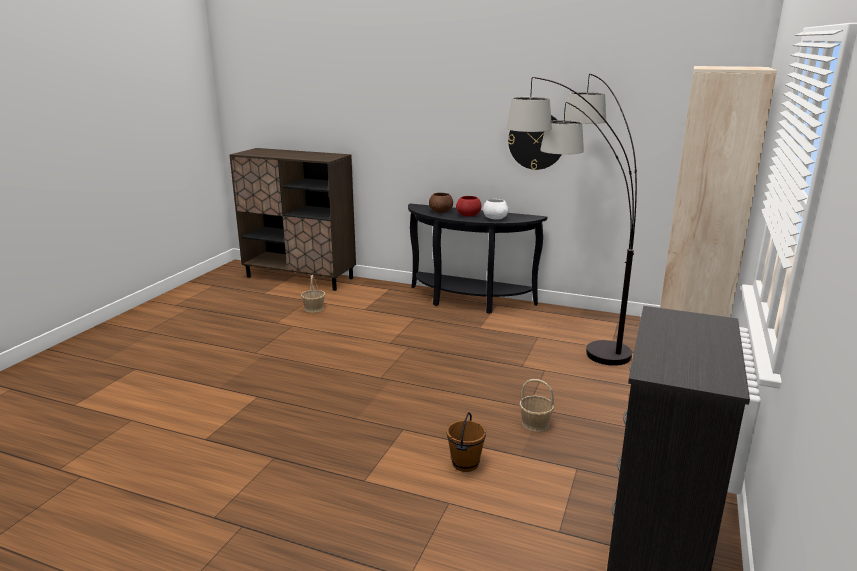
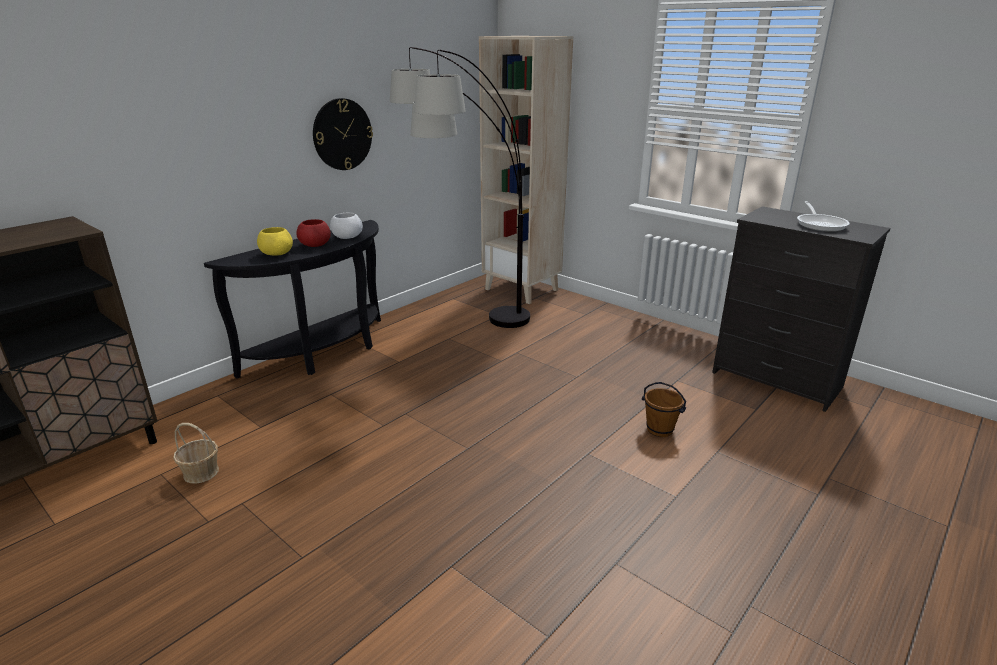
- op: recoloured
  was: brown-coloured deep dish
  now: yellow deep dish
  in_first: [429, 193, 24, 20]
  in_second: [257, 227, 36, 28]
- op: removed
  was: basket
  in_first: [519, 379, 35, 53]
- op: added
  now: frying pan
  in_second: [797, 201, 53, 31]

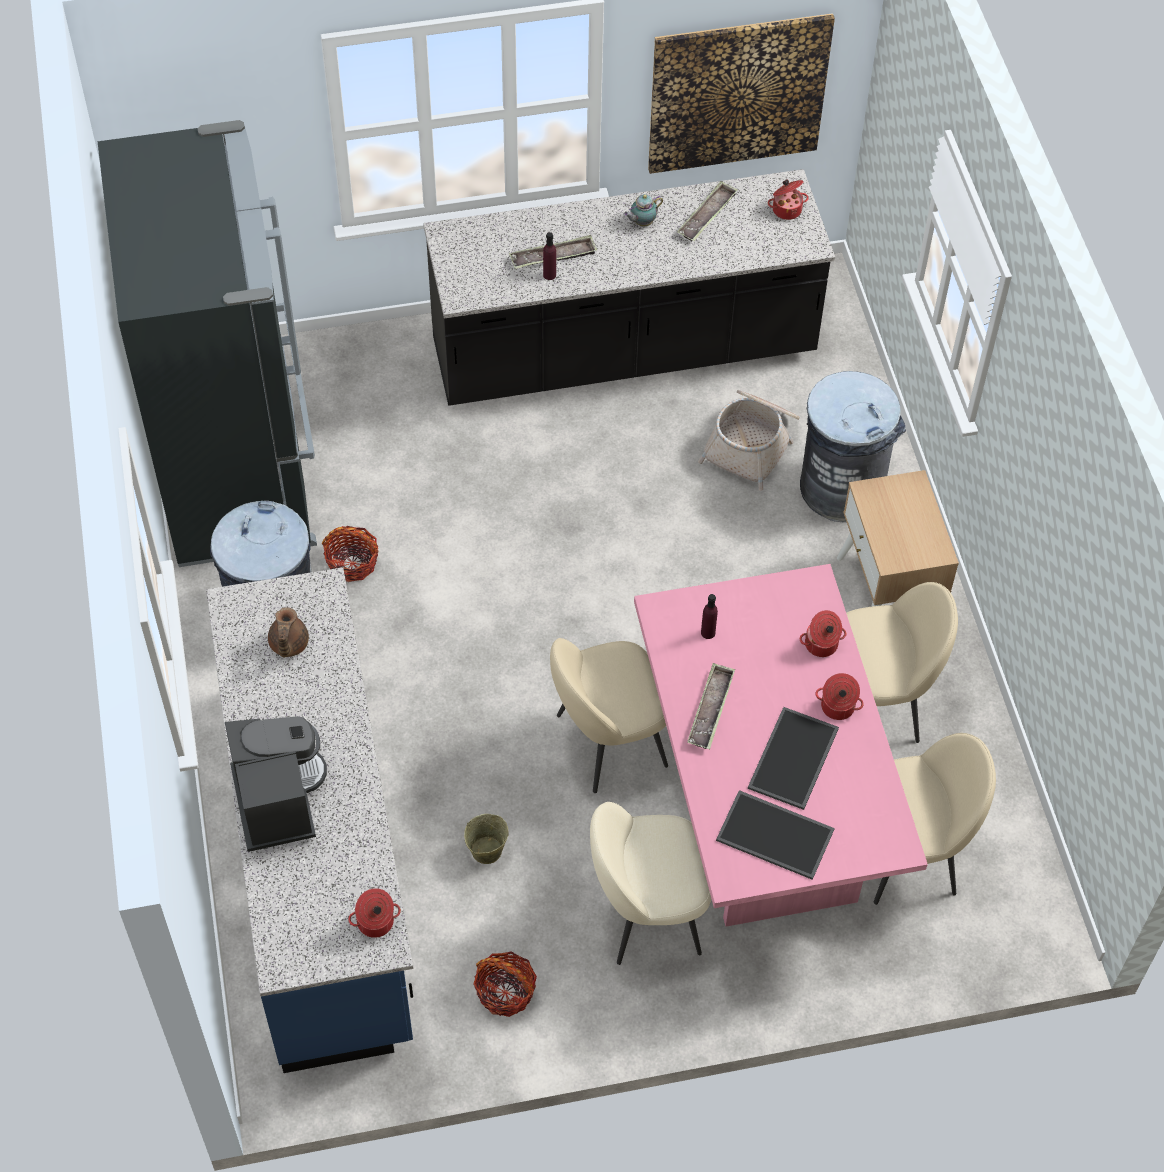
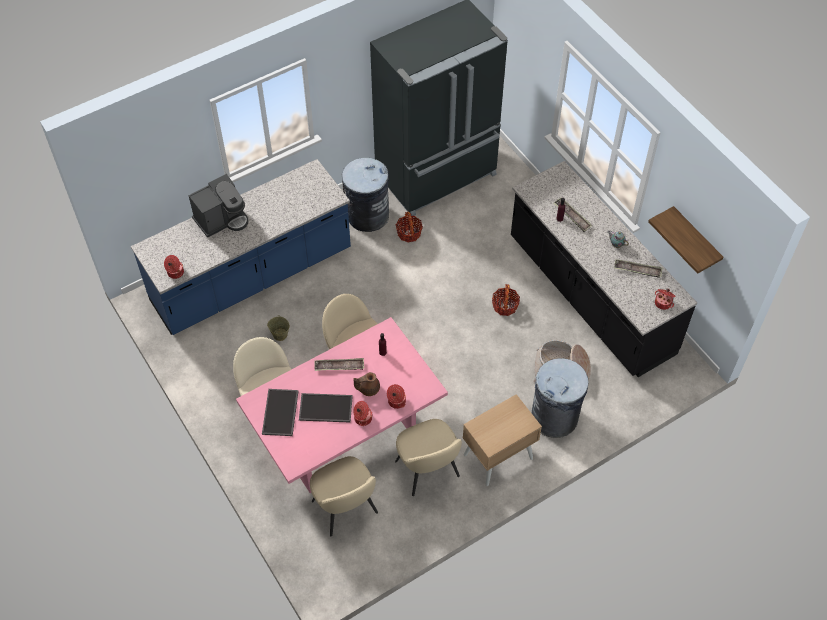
- op: replaced
  was: wall art
  now: bracket shelf
  in_first: [648, 13, 187, 161]
  in_second: [648, 206, 75, 68]
- op: moved
  was: brown-coloured tea pot
  in_first: [268, 607, 41, 50]
  in_second: [354, 372, 26, 24]
- op: moved
  was: basket
  in_first: [473, 951, 64, 66]
  in_second: [492, 284, 28, 32]

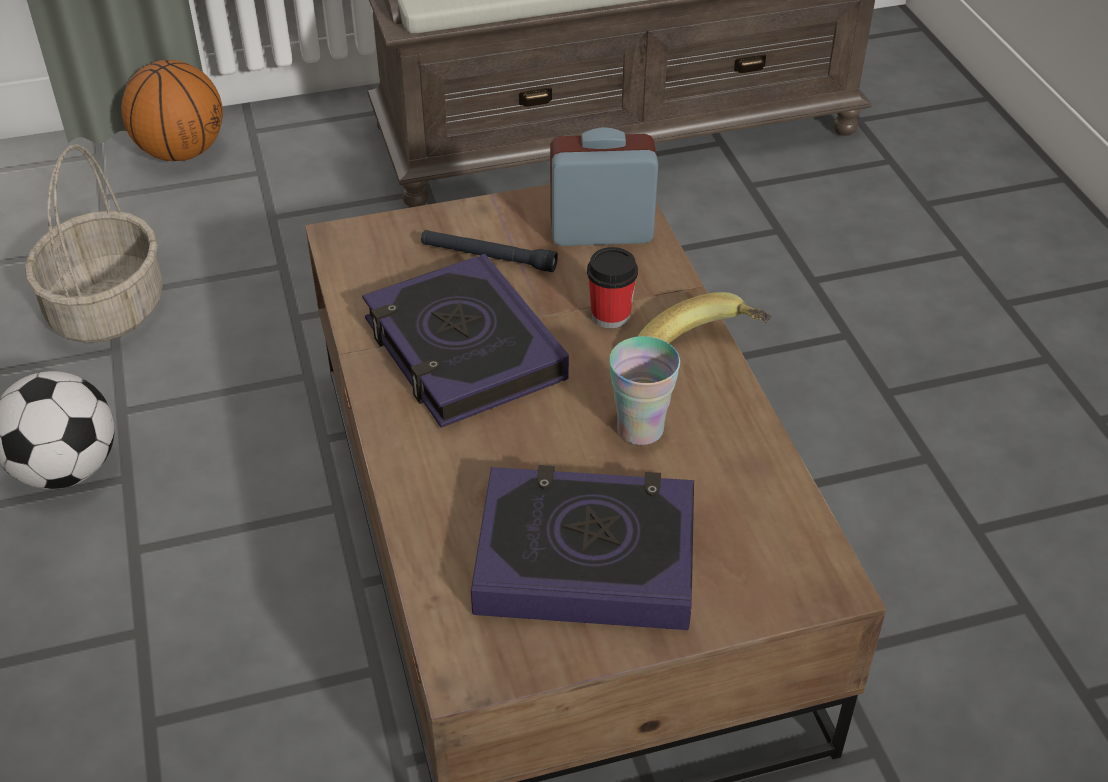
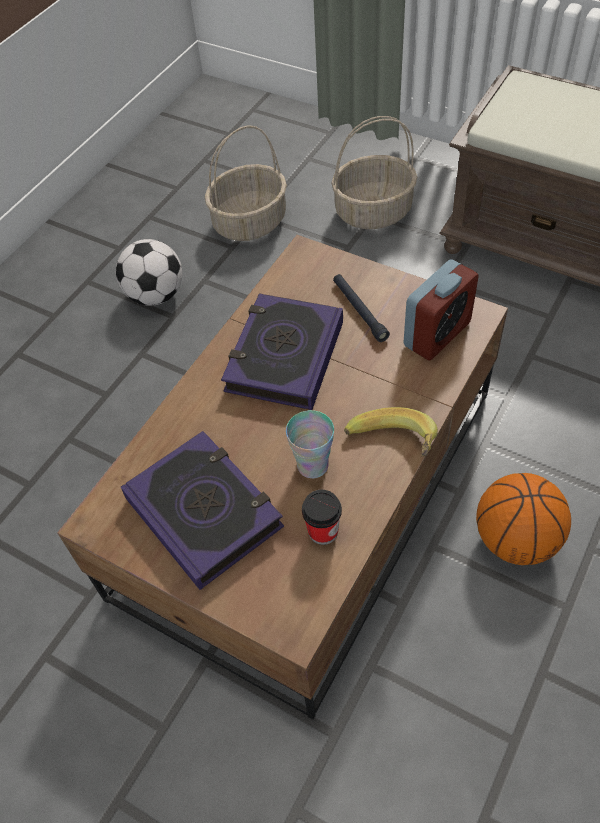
- op: moved
  was: basketball ball
  in_first: [121, 60, 102, 101]
  in_second: [476, 473, 95, 92]
- op: turned
  was: alarm clock
  in_first: [550, 127, 108, 119]
  in_second: [403, 259, 76, 102]
  clockwise: 90
- op: moved
  was: small cup
  in_first: [587, 247, 51, 81]
  in_second: [302, 490, 40, 55]
- op: added
  now: basket
  in_second: [331, 116, 86, 113]

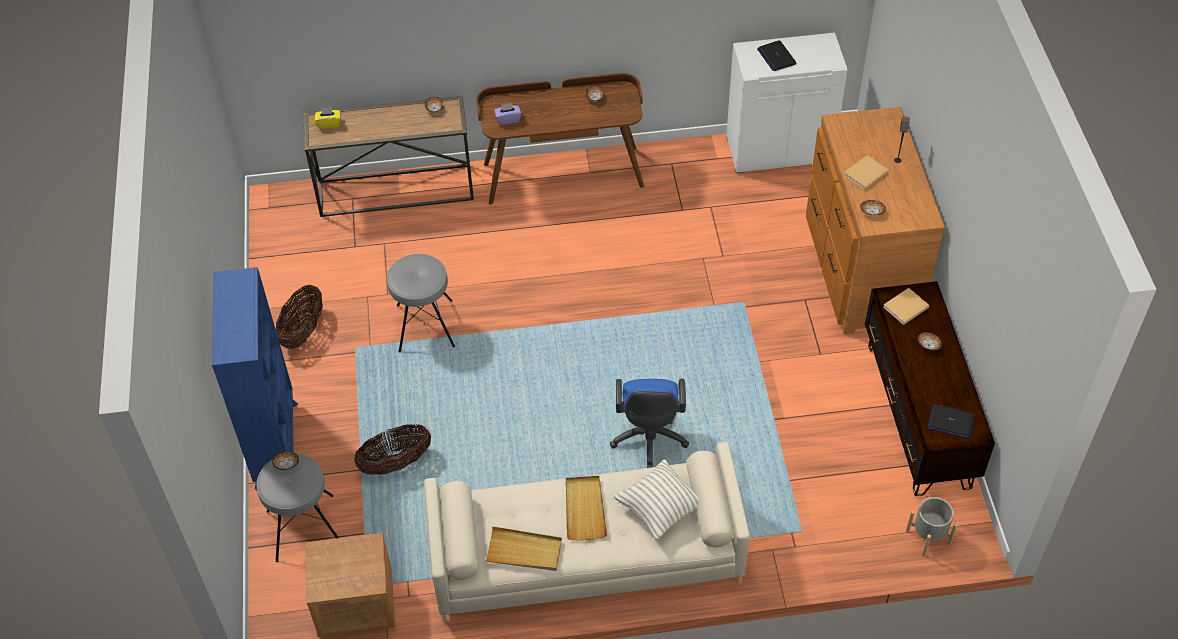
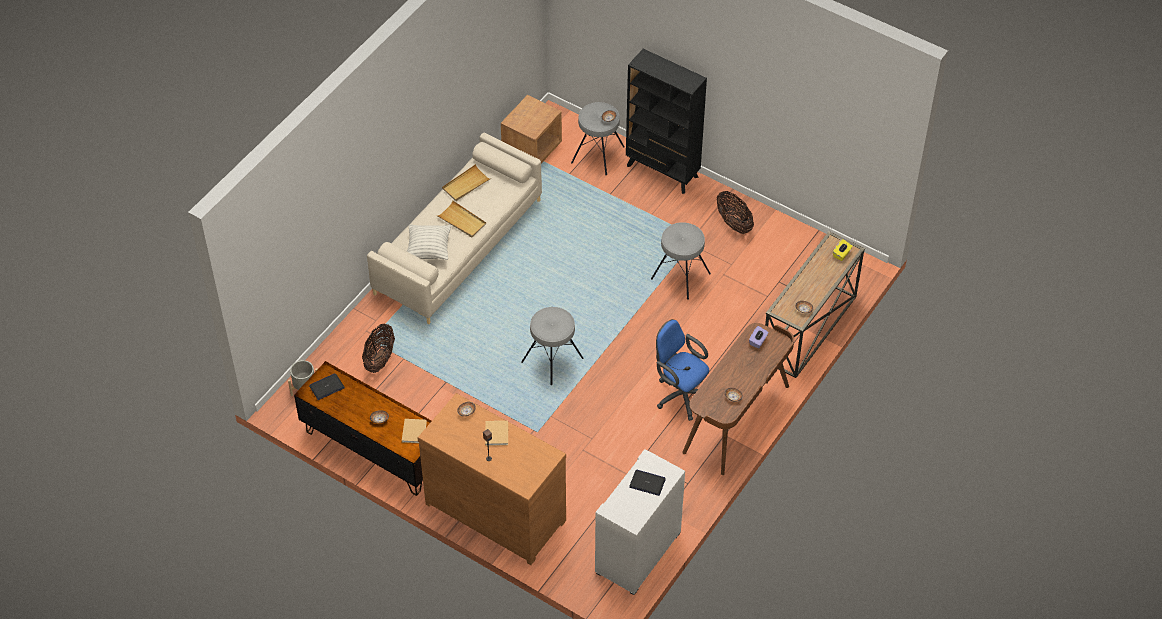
- op: recoloured
  was: bluish bookshelf
  now: black-coloured bookshelf
  in_first: [212, 267, 86, 223]
  in_second: [626, 49, 81, 145]
- op: moved
  was: bluish computer chair
  in_first: [610, 379, 79, 89]
  in_second: [656, 319, 53, 102]
- op: moved
  was: basket
  in_first: [354, 424, 77, 51]
  in_second: [362, 324, 33, 49]
- op: added
  now: grey stool
  in_second: [521, 307, 62, 78]

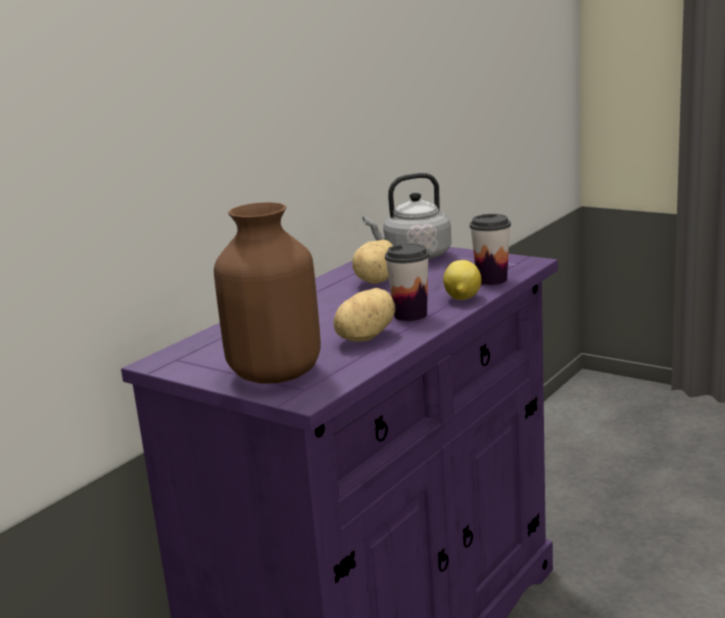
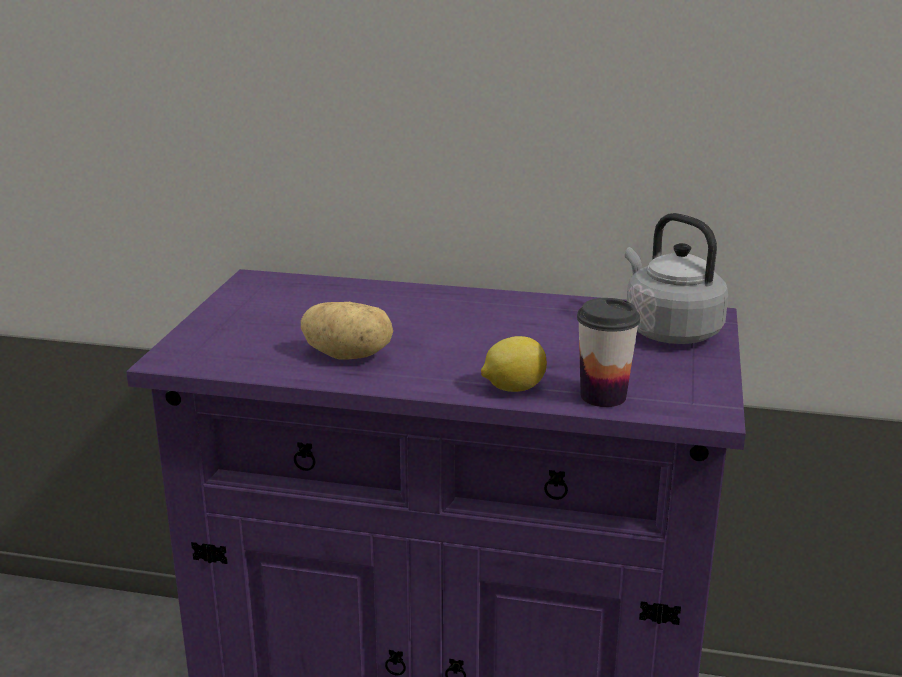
- op: removed
  was: brown-coloured flower vase
  in_first: [214, 202, 107, 182]
- op: removed
  was: potato
  in_first: [352, 240, 41, 44]
- op: removed
  was: small cup
  in_first: [385, 243, 44, 78]

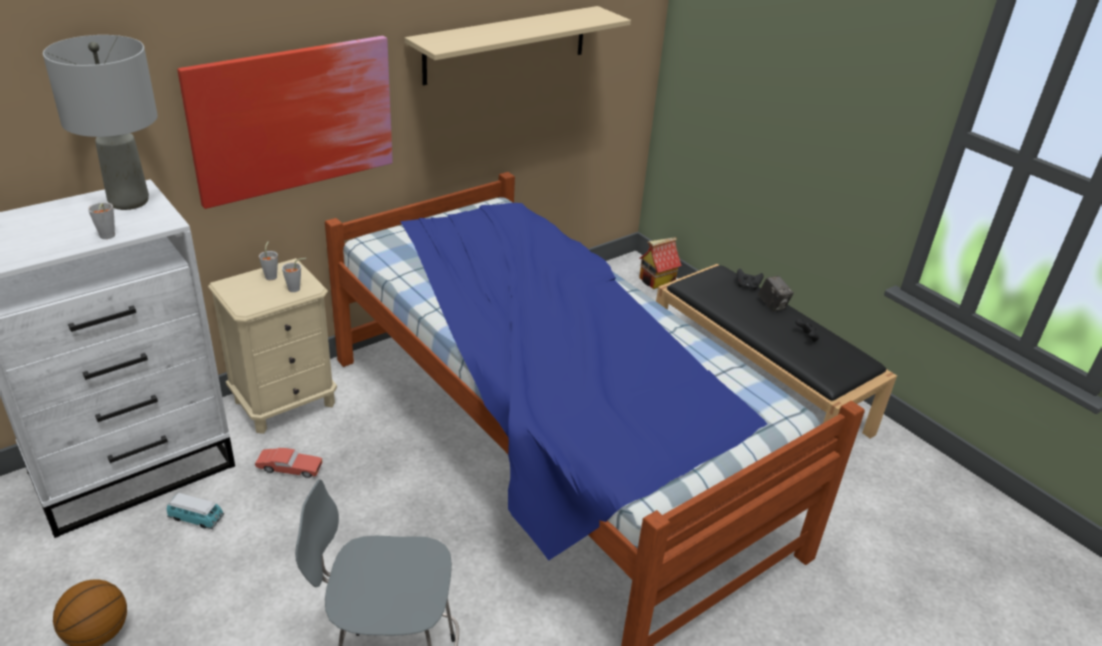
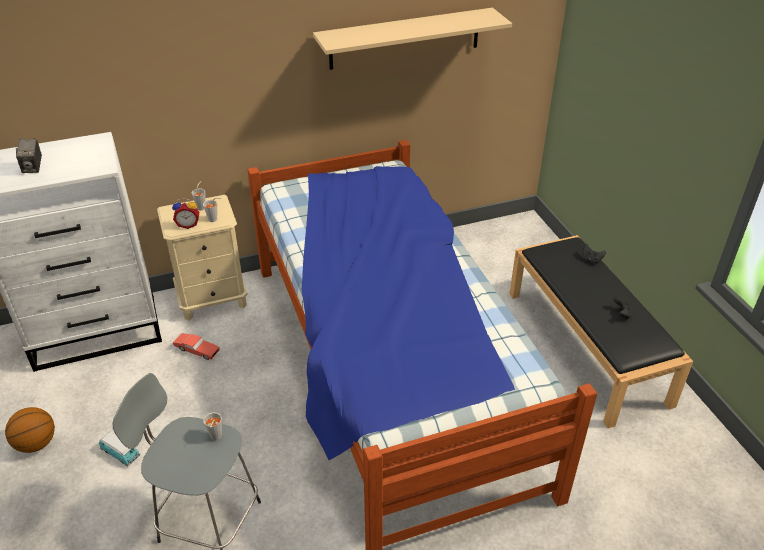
- op: removed
  was: grey tabletop lamp
  in_first: [43, 35, 115, 175]
- op: removed
  was: wall art
  in_first: [177, 36, 216, 173]
- op: moved
  was: grey small cup
  in_first: [88, 202, 27, 37]
  in_second: [203, 412, 19, 28]
- op: removed
  was: miniature house
  in_first: [639, 237, 43, 52]
- op: moved
  was: photo camera
  in_first: [758, 276, 36, 36]
  in_second: [16, 139, 26, 34]
- op: moved
  was: toy car
  in_first: [167, 493, 57, 36]
  in_second: [99, 432, 41, 35]
- op: added
  now: alarm clock
  in_second: [172, 198, 27, 31]

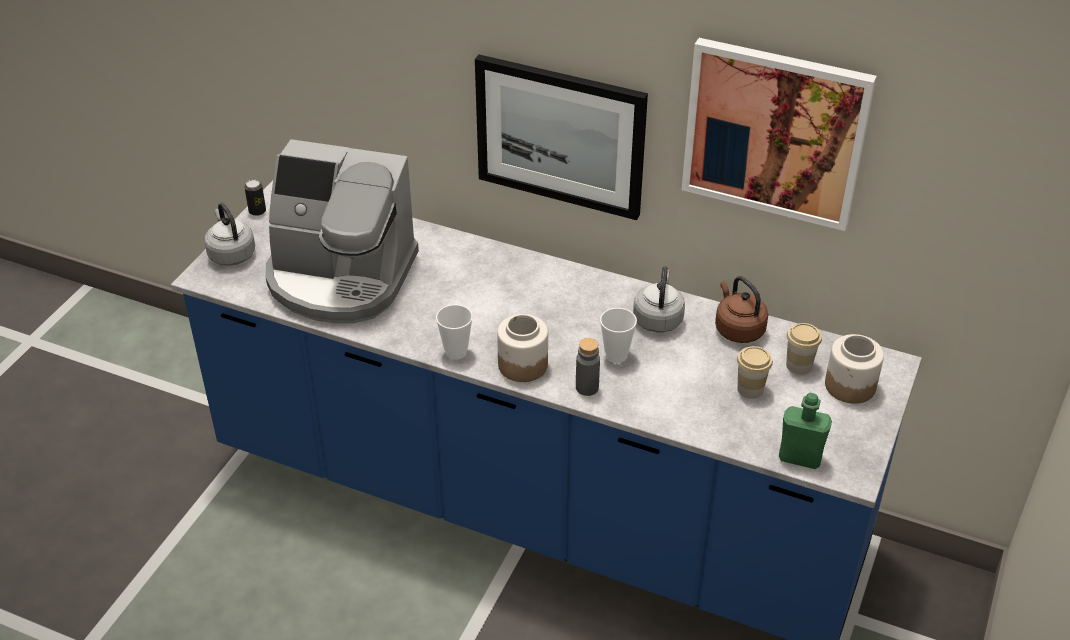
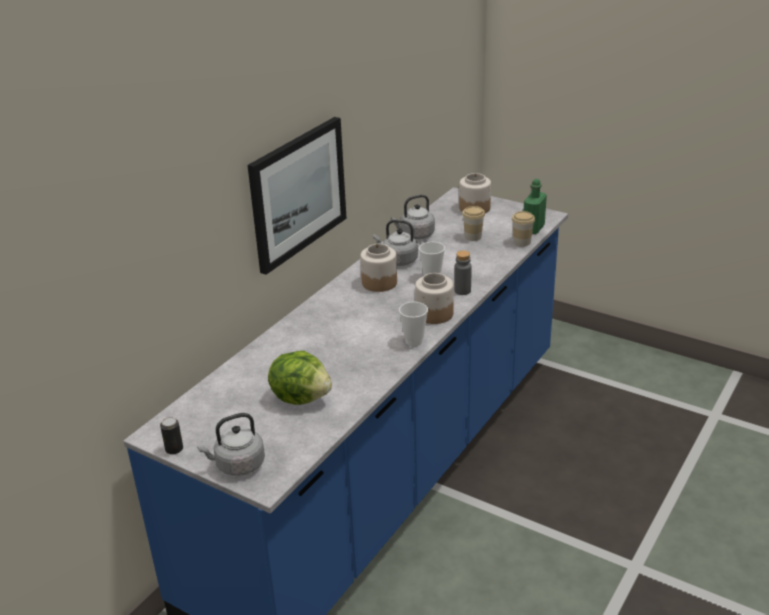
- op: removed
  was: wall art
  in_first: [682, 38, 195, 193]
- op: replaced
  was: coffee machine
  now: head of lettuce
  in_first: [266, 139, 153, 184]
  in_second: [268, 351, 64, 54]
- op: recoloured
  was: brown-coloured kettle
  now: grey kettle
  in_first: [715, 276, 53, 67]
  in_second: [391, 195, 44, 44]
- op: moved
  was: small cup
  in_first: [786, 323, 36, 52]
  in_second: [512, 211, 23, 36]
- op: added
  now: preserve jar
  in_second: [360, 244, 37, 48]

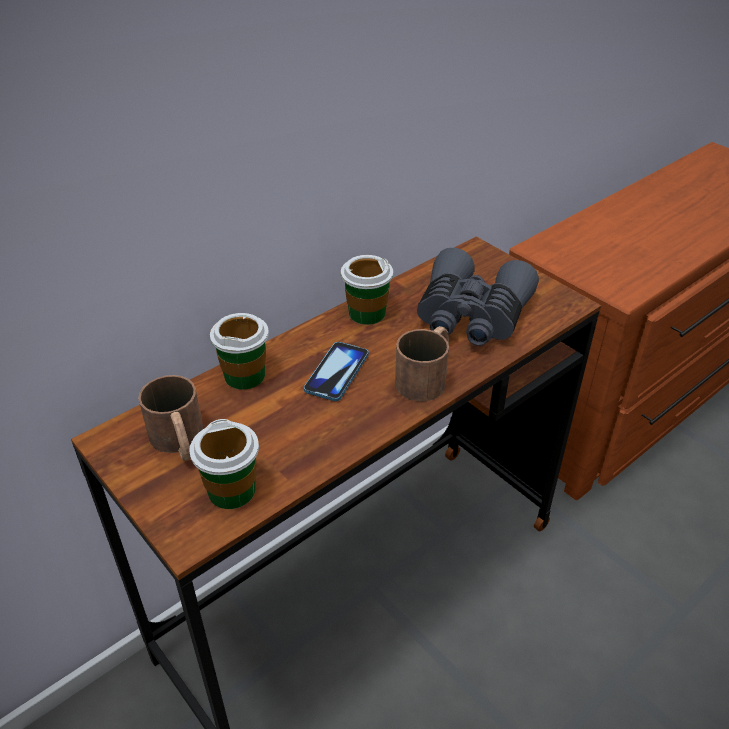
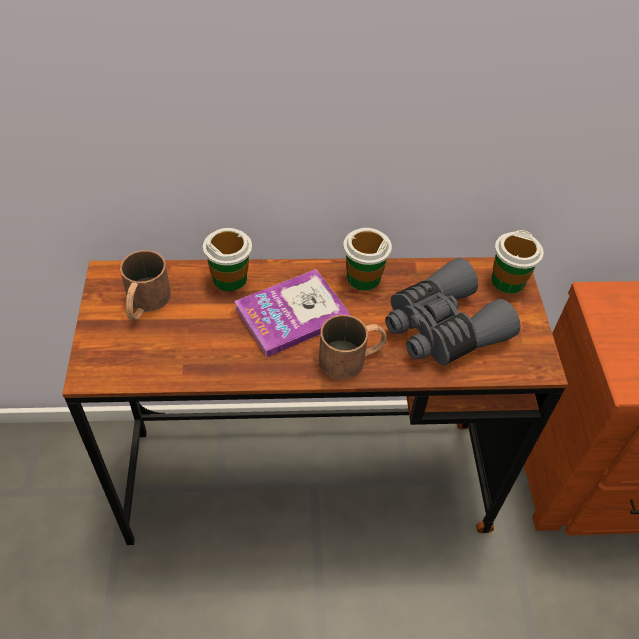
- op: replaced
  was: handset
  now: bound book
  in_first: [304, 342, 65, 59]
  in_second: [234, 269, 117, 88]
- op: moved
  was: small cup
  in_first: [189, 419, 70, 90]
  in_second: [492, 230, 52, 64]

